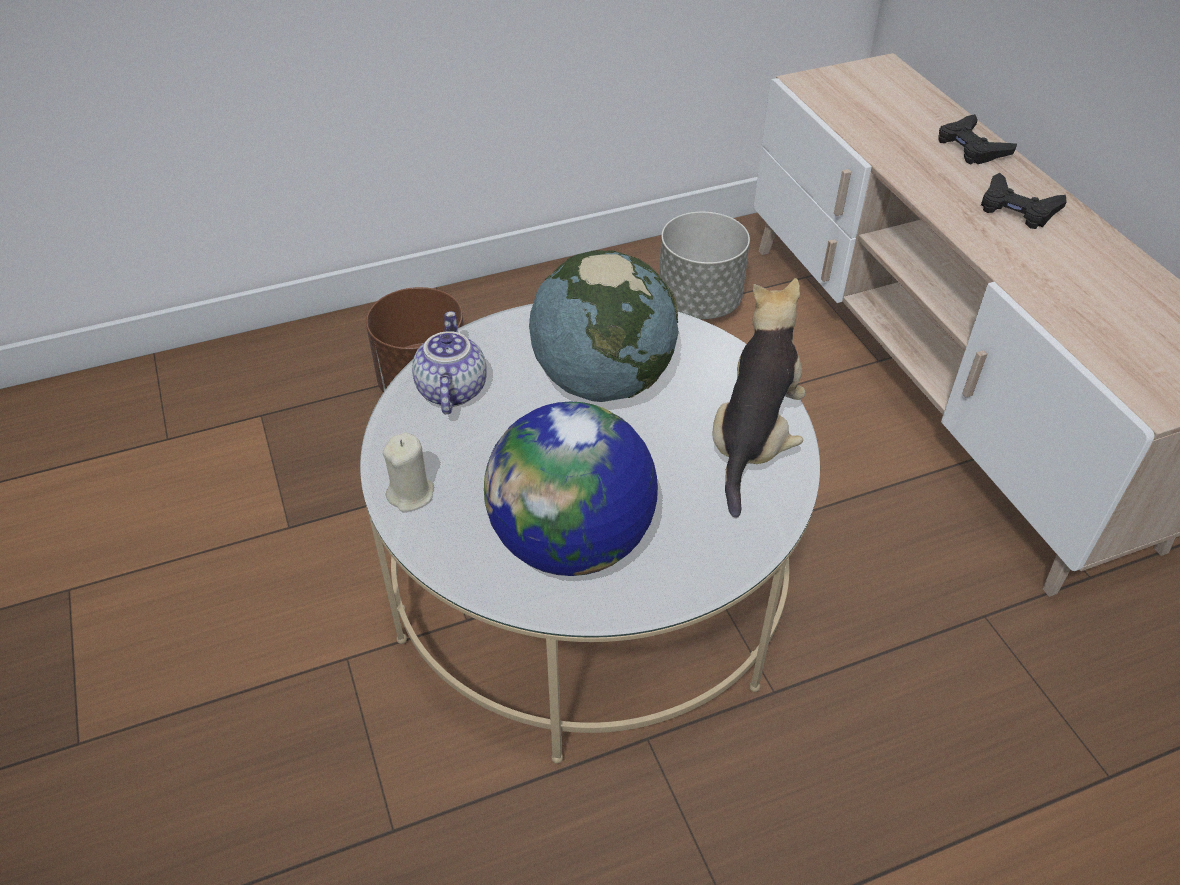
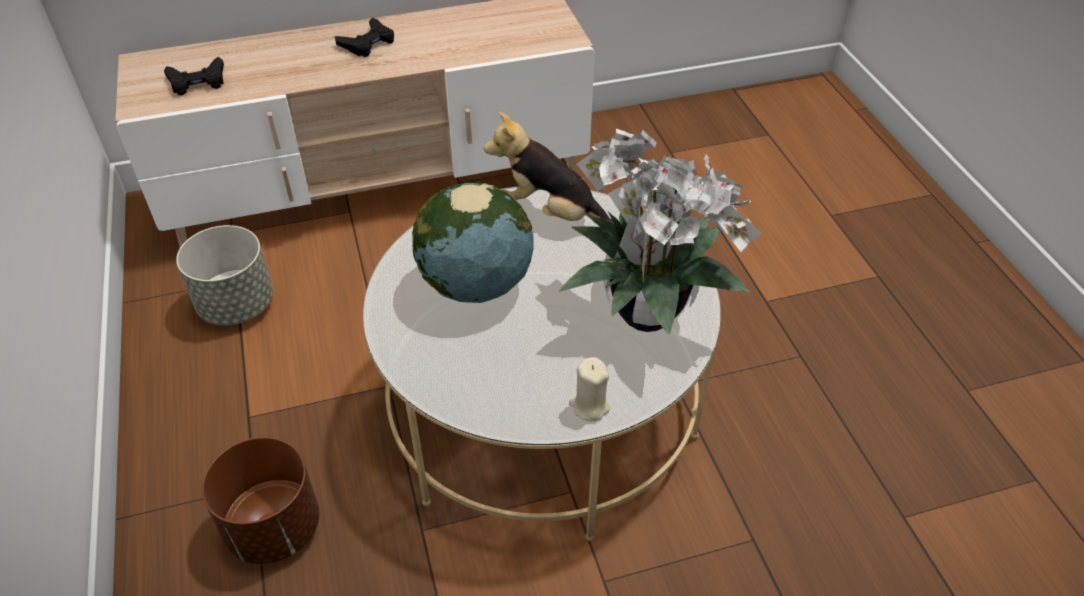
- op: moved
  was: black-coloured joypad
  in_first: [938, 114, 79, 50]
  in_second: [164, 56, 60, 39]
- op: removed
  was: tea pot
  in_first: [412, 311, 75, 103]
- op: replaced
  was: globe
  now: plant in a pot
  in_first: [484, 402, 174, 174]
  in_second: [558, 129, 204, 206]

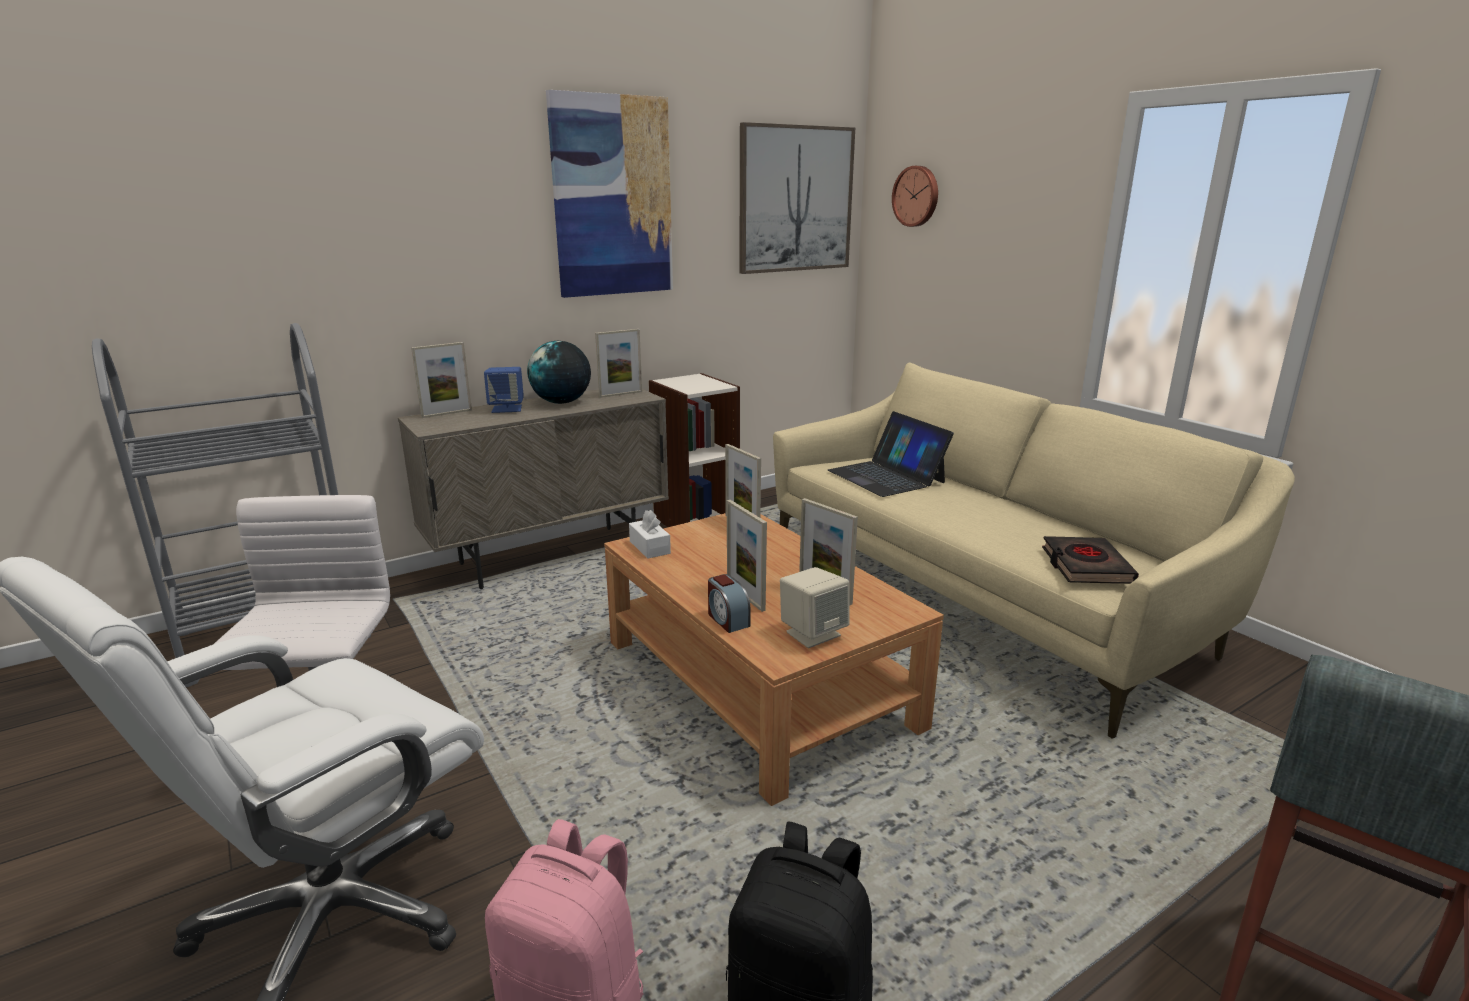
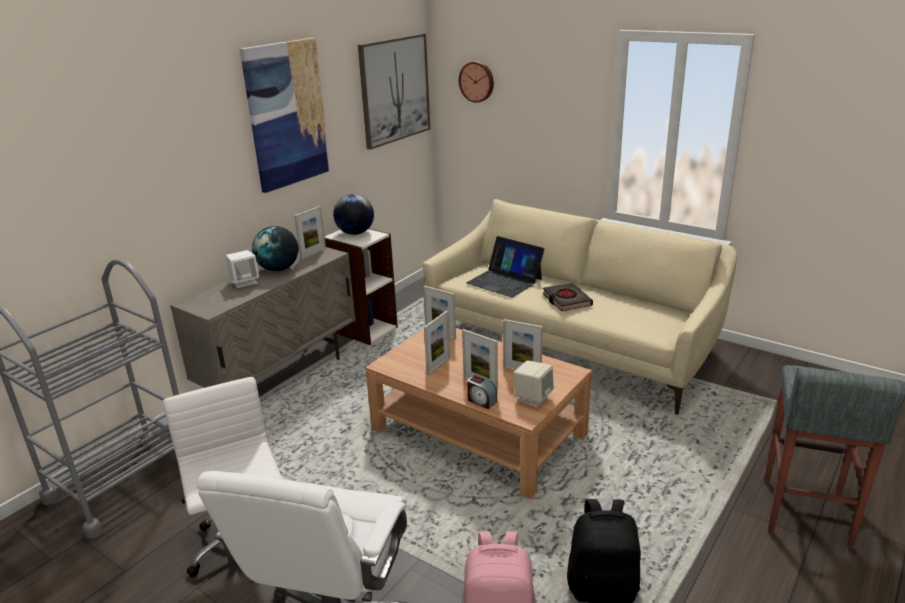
- op: moved
  was: photo frame
  in_first: [411, 342, 61, 76]
  in_second: [424, 311, 26, 65]
- op: recoloured
  was: bluish speaker
  now: whitish speaker
  in_first: [484, 367, 40, 46]
  in_second: [226, 250, 33, 38]
- op: removed
  was: whitish tissue box
  in_first: [629, 510, 42, 49]
- op: moved
  was: black-coloured bound book
  in_first: [1042, 536, 97, 48]
  in_second: [543, 283, 50, 28]
- op: added
  now: globe
  in_second: [333, 194, 41, 41]

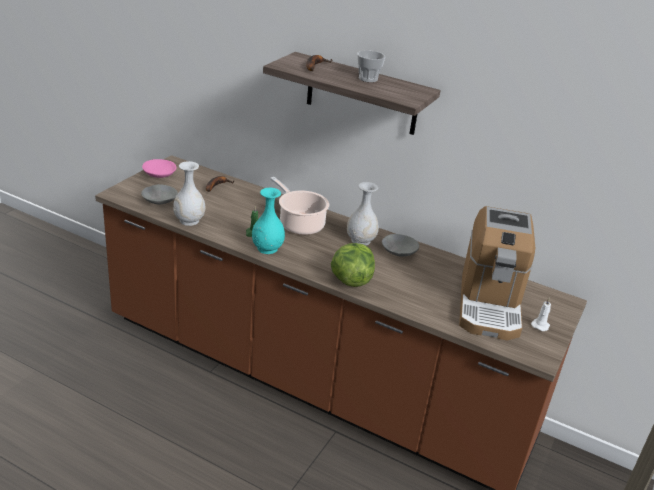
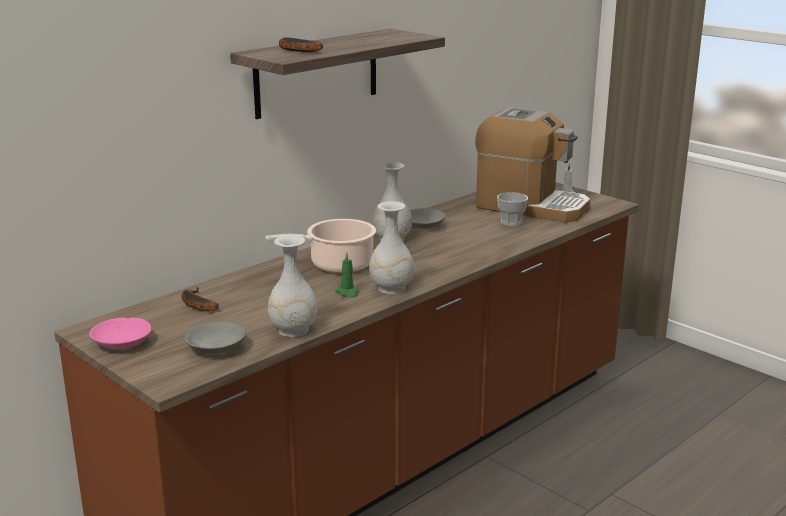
- op: moved
  was: small cup
  in_first: [357, 50, 28, 32]
  in_second: [497, 192, 31, 35]
- op: recoloured
  was: blue-green flower vase
  now: whitish flower vase
  in_first: [252, 188, 33, 66]
  in_second: [369, 201, 45, 93]
- op: removed
  was: head of lettuce
  in_first: [331, 243, 44, 44]

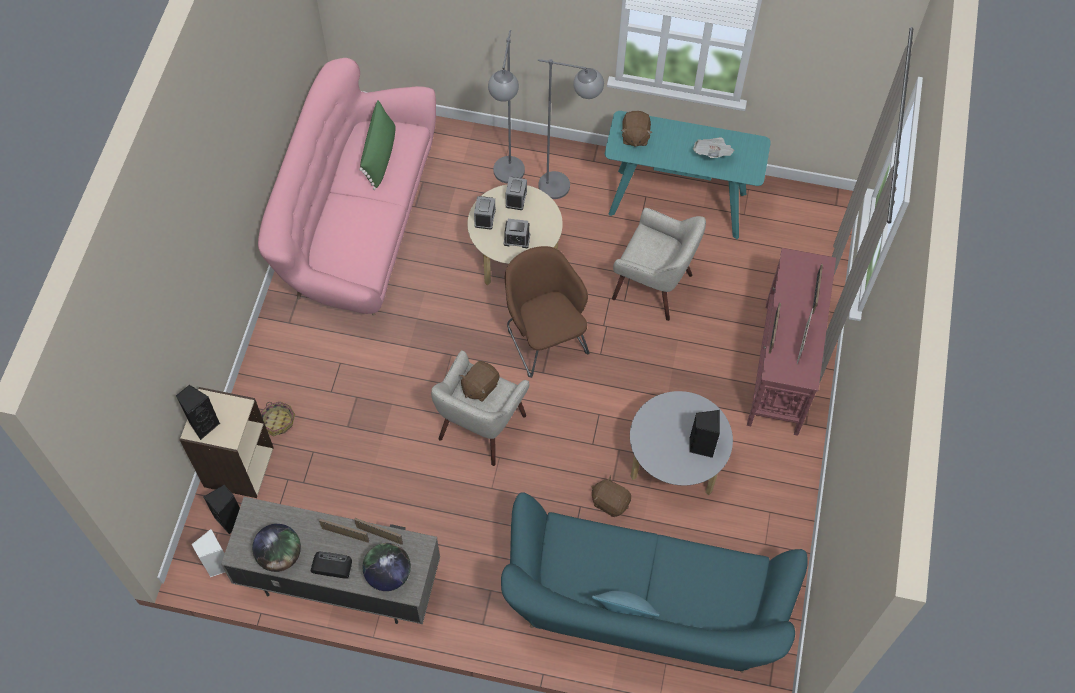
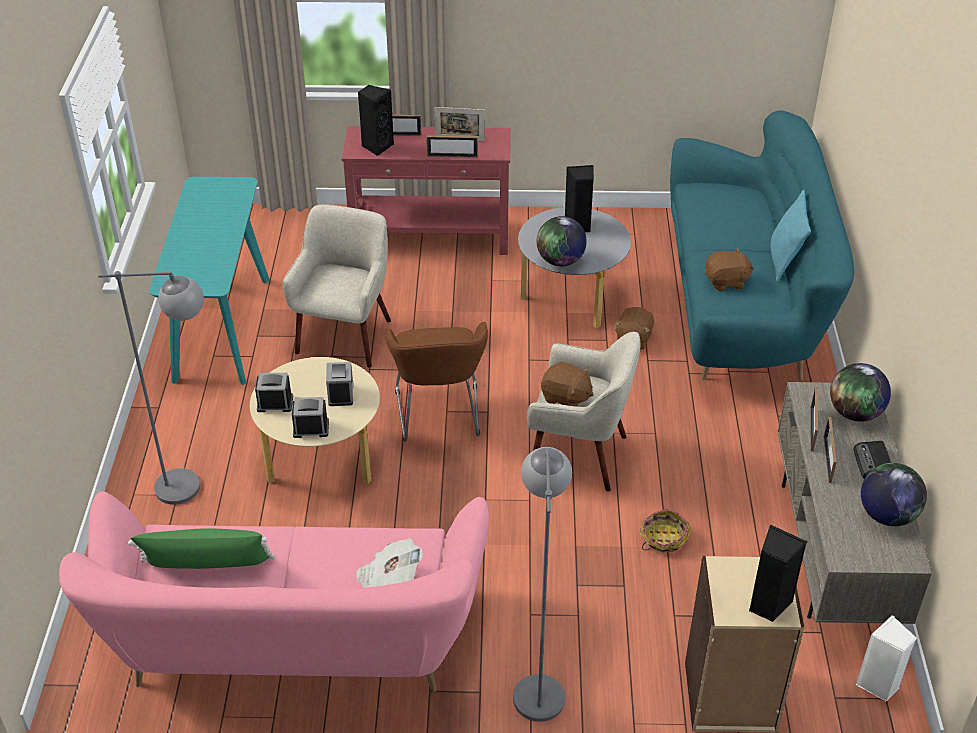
- op: moved
  was: grey standard lamp
  in_first: [538, 59, 66, 140]
  in_second: [513, 447, 59, 275]
- op: moved
  was: brown-coloured plush toy
  in_first: [621, 111, 31, 36]
  in_second: [705, 248, 49, 43]
- op: moved
  was: printed paper
  in_first: [693, 137, 42, 21]
  in_second: [356, 539, 67, 49]
- op: turned
  was: brown-coloured lounge chair
  in_first: [505, 246, 84, 132]
  in_second: [385, 322, 103, 120]
  clockwise: -60
- op: moved
  was: basket
  in_first: [260, 402, 35, 34]
  in_second: [640, 508, 51, 45]
- op: moved
  was: black-coloured speaker
  in_first: [203, 485, 37, 50]
  in_second: [358, 85, 36, 71]
- op: added
  now: globe
  in_second: [537, 216, 50, 50]

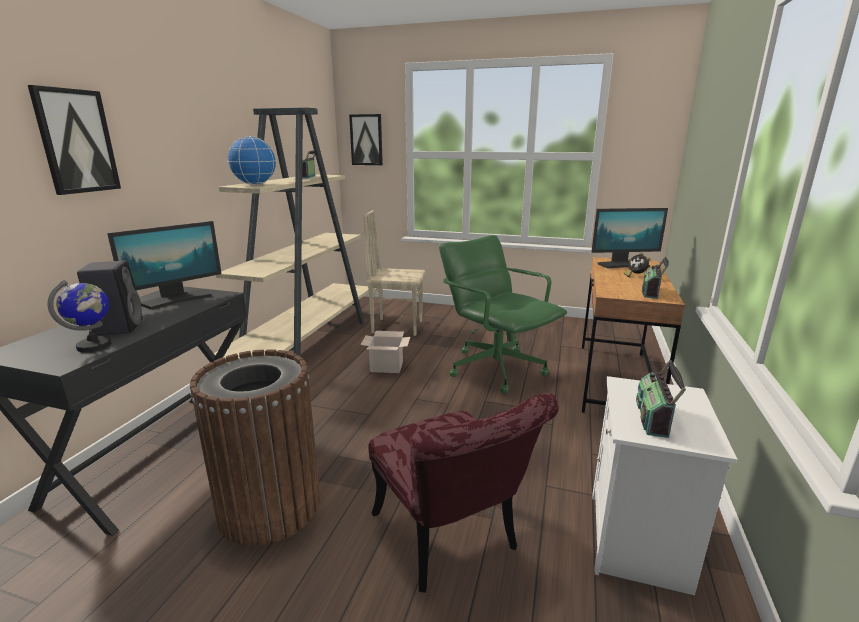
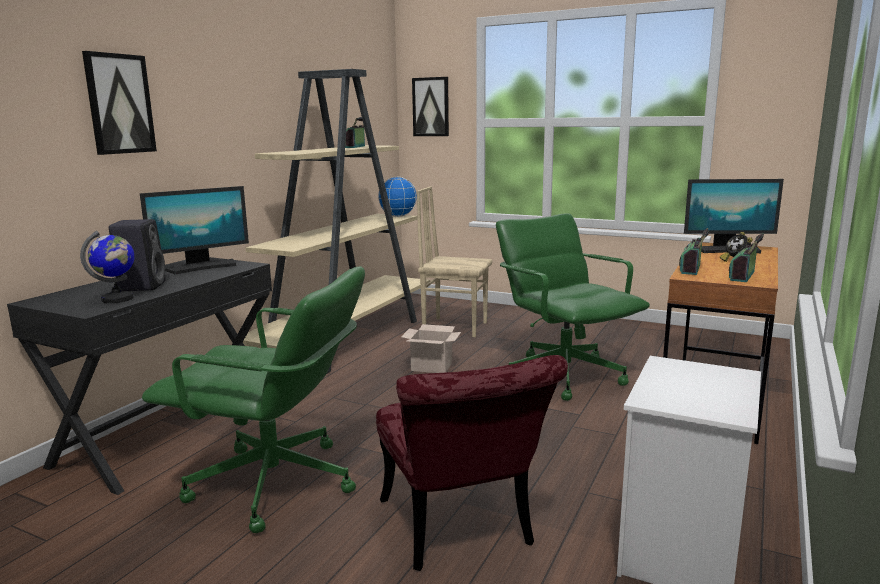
- op: moved
  was: globe
  in_first: [227, 136, 50, 49]
  in_second: [378, 177, 39, 40]
- op: replaced
  was: brown-coloured rubbish bin
  now: green computer chair
  in_first: [190, 349, 130, 197]
  in_second: [142, 266, 223, 267]
- op: moved
  was: radio receiver
  in_first: [636, 360, 50, 78]
  in_second: [679, 228, 30, 47]

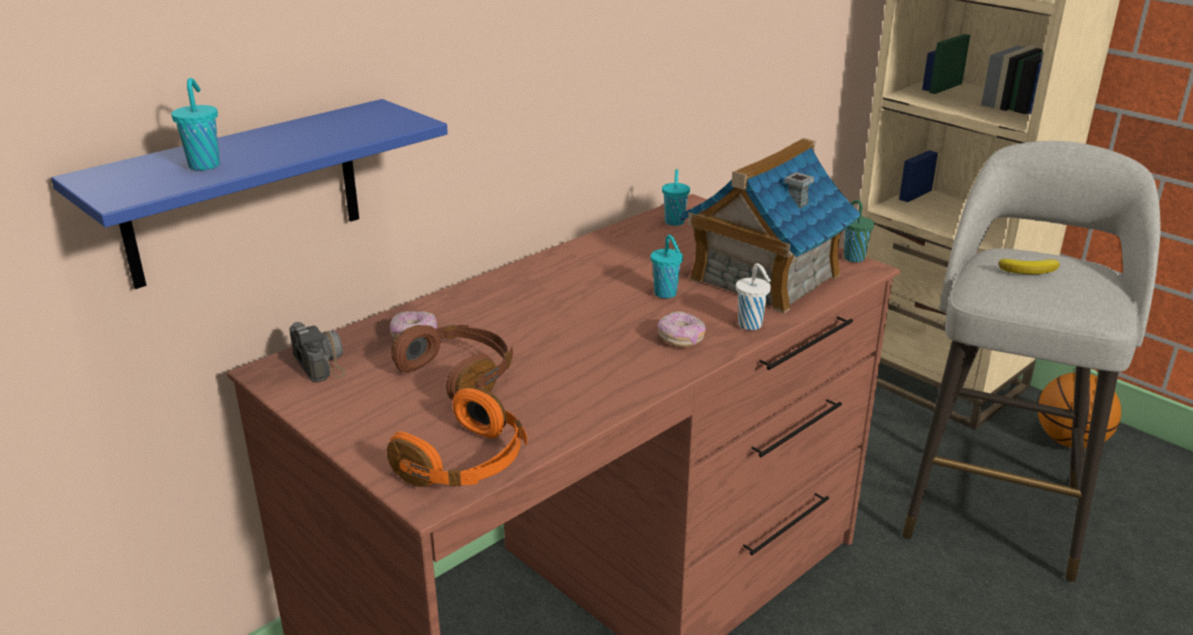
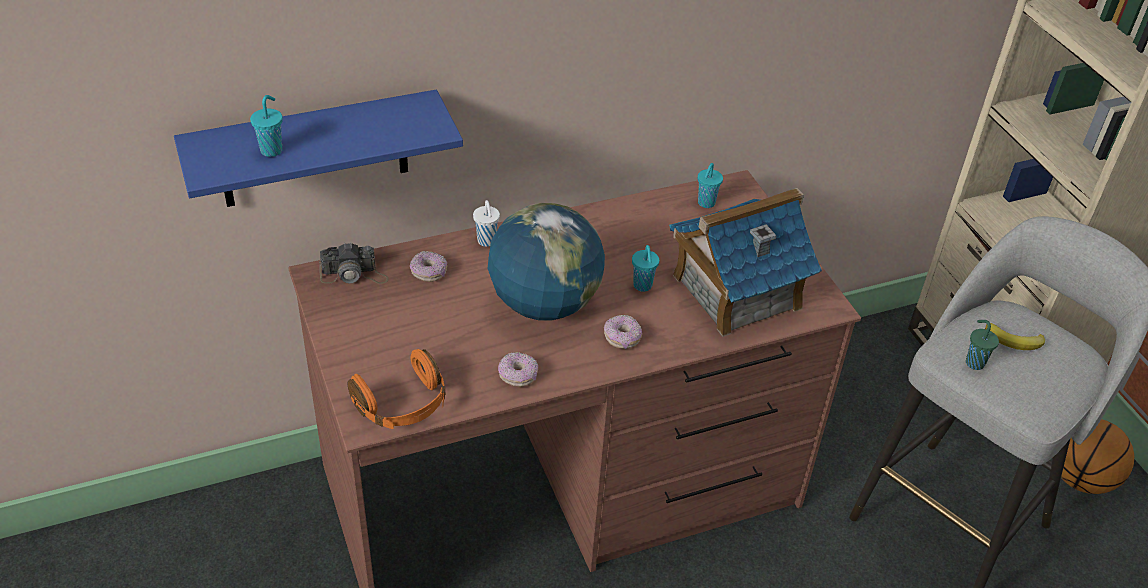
- op: moved
  was: green small cup
  in_first: [844, 200, 30, 62]
  in_second: [966, 320, 33, 50]
- op: moved
  was: whitish small cup
  in_first: [736, 263, 35, 67]
  in_second: [473, 200, 27, 47]
- op: turned
  was: photo camera
  in_first: [289, 322, 57, 61]
  in_second: [319, 243, 70, 41]
  clockwise: 90
- op: removed
  was: brown-coloured headphones
  in_first: [391, 325, 122, 76]
- op: added
  now: globe
  in_second: [487, 203, 118, 118]
- op: added
  now: donut
  in_second: [498, 352, 40, 35]

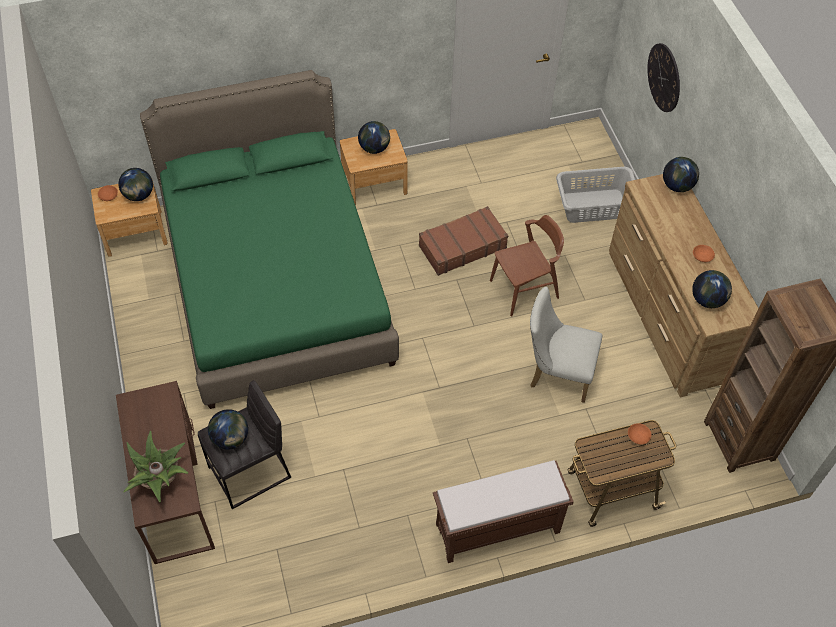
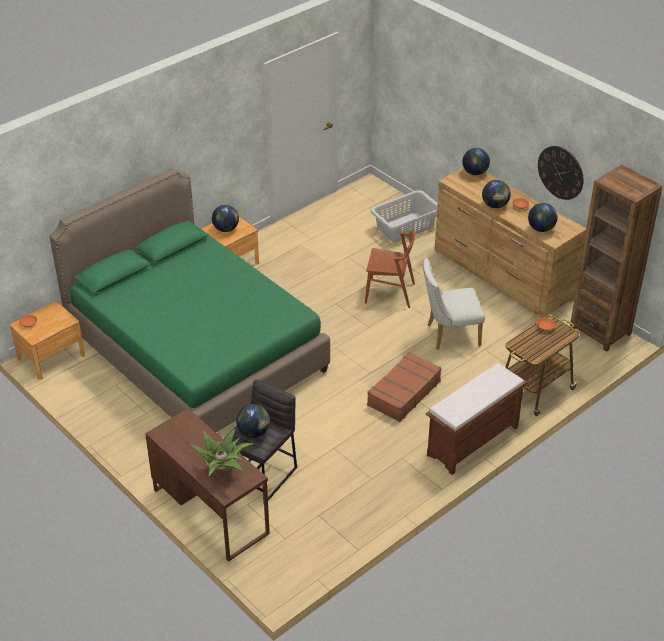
- op: moved
  was: wall clock
  in_first: [648, 43, 32, 69]
  in_second: [538, 146, 46, 54]
- op: moved
  was: globe
  in_first: [118, 168, 35, 33]
  in_second: [482, 180, 29, 28]
- op: moved
  was: brown-coloured piece of luggage
  in_first: [419, 206, 89, 70]
  in_second: [367, 352, 75, 70]
- op: turned
  was: brown-coloured chair
  in_first: [490, 215, 74, 101]
  in_second: [365, 229, 51, 79]
  clockwise: 60

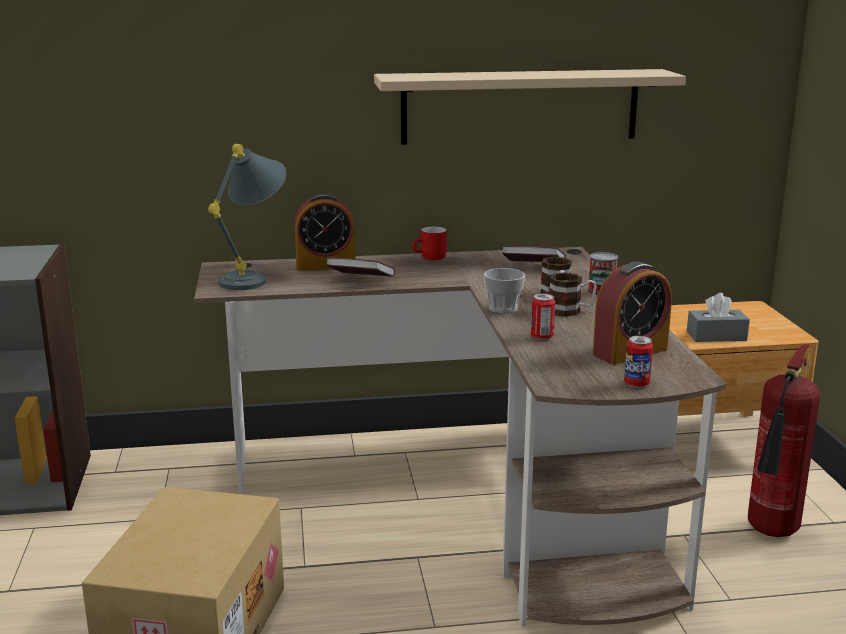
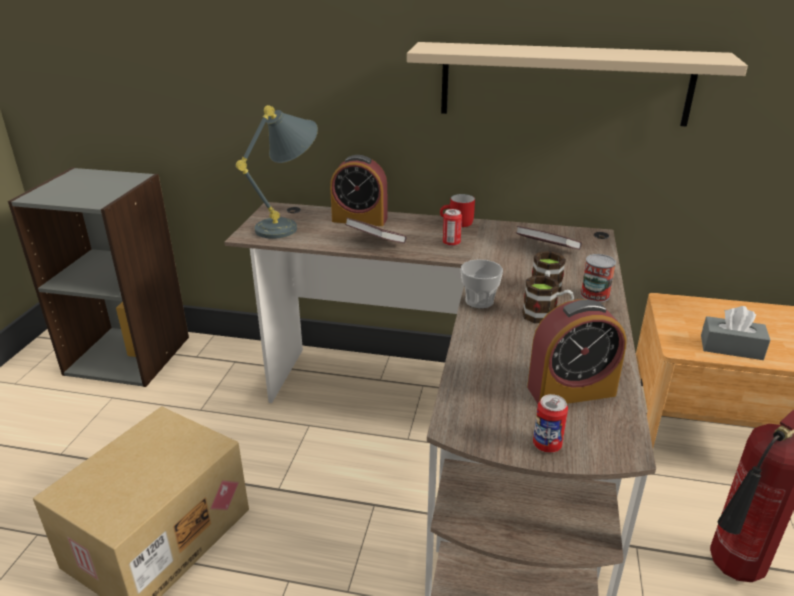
- op: moved
  was: metal can
  in_first: [531, 294, 24, 46]
  in_second: [443, 209, 19, 37]

